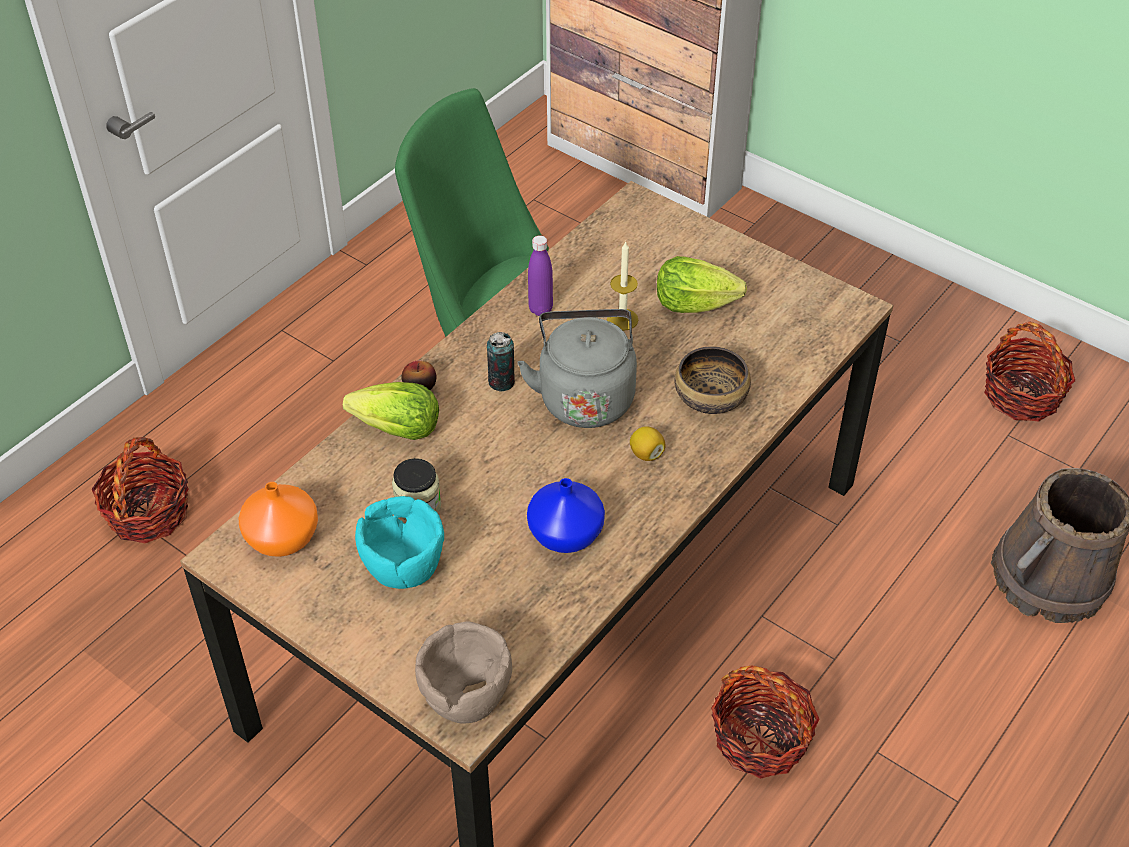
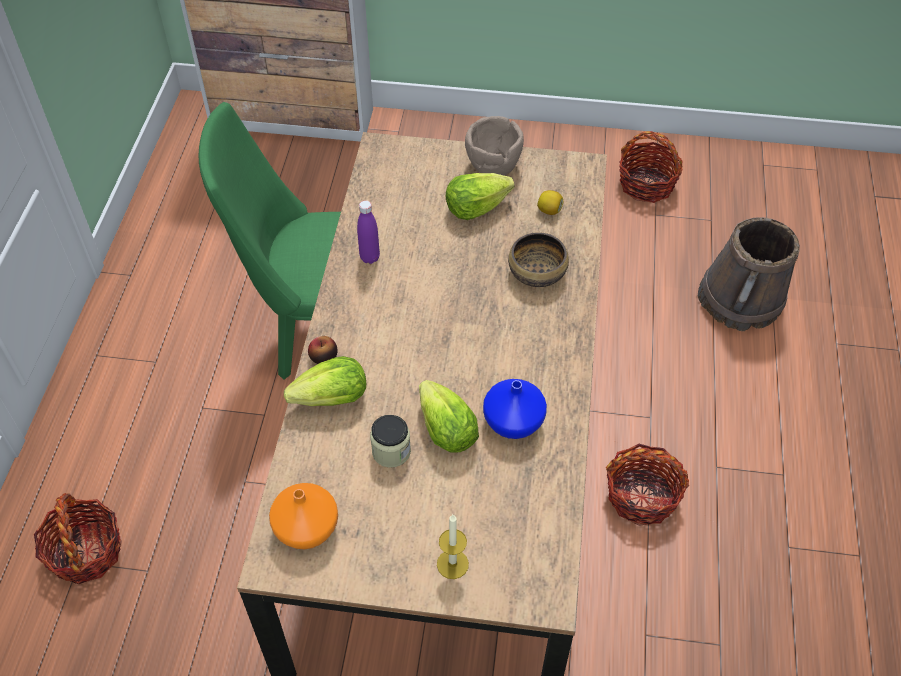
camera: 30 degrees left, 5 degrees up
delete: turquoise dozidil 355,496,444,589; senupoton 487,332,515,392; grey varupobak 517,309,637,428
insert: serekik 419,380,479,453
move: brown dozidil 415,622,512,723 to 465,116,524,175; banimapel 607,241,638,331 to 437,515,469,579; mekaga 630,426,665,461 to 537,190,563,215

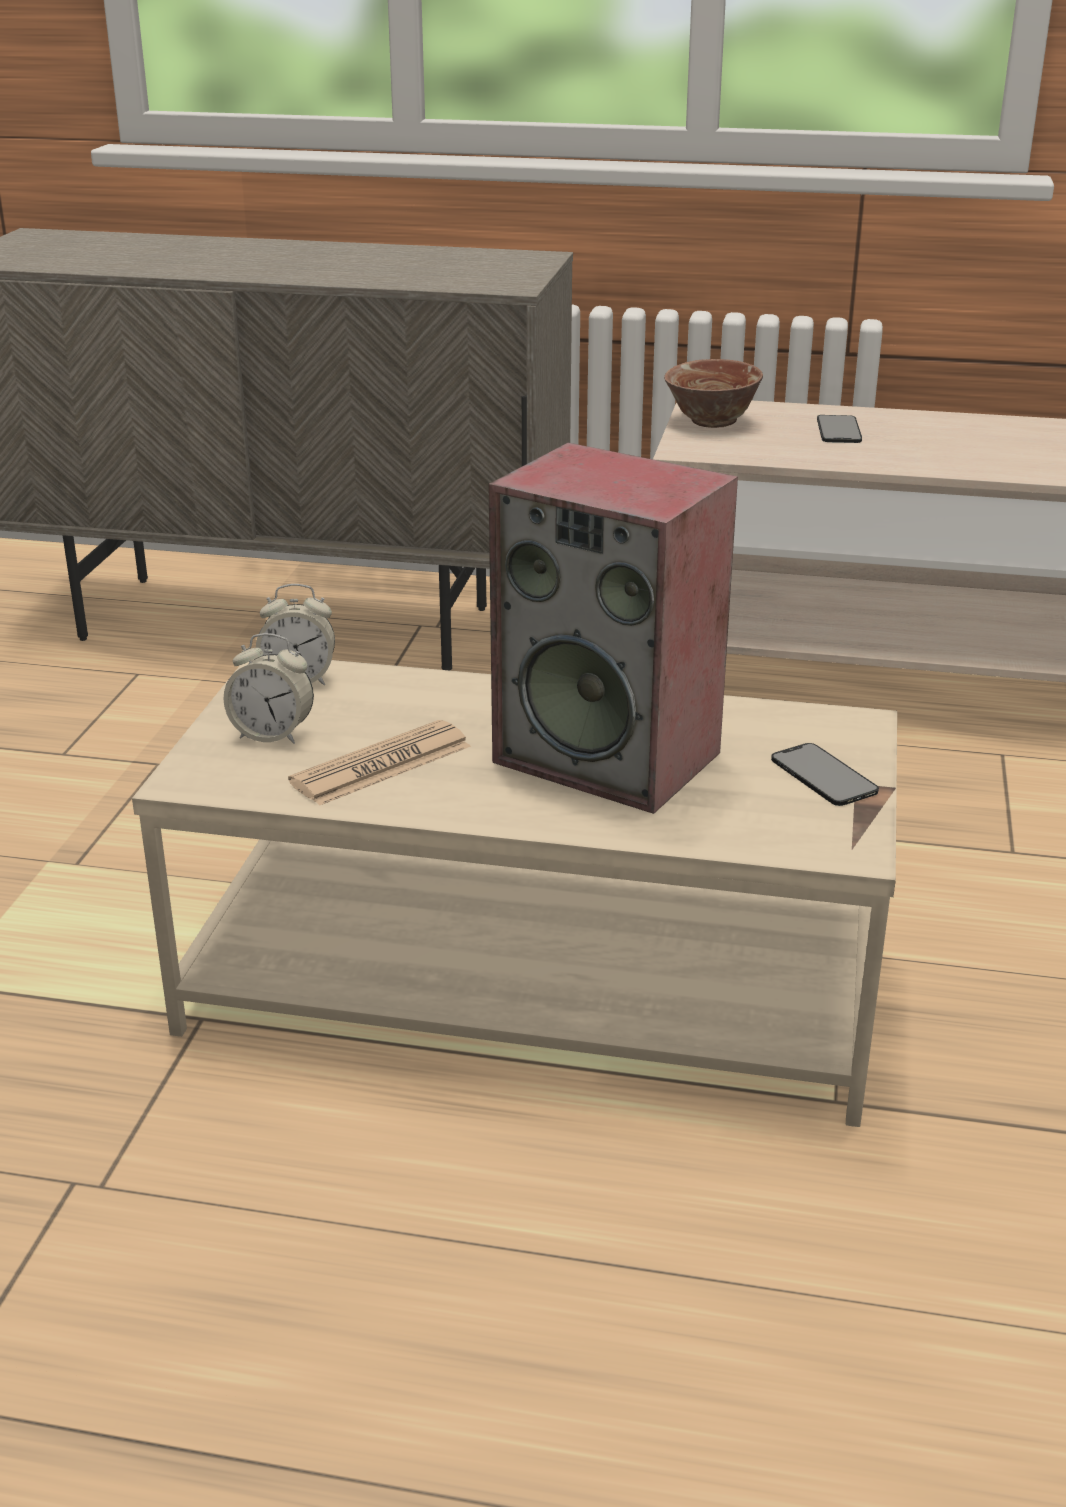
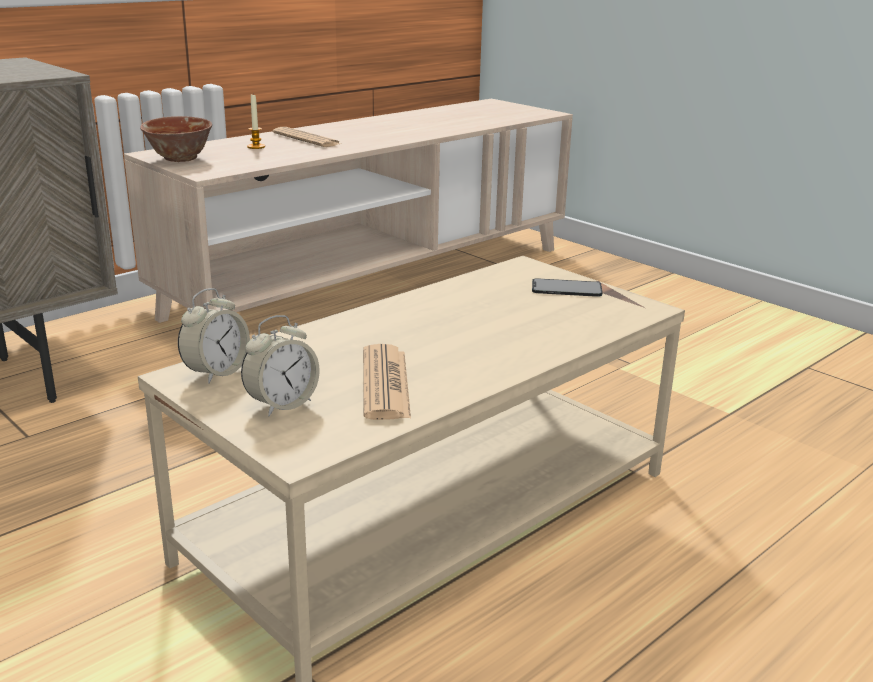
camera: 55 degrees left, 5 degrees down
delete: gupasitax 489,443,738,814
insert: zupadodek 273,127,341,147
replace: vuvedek 817,415,862,443 to banimapel 247,95,265,149

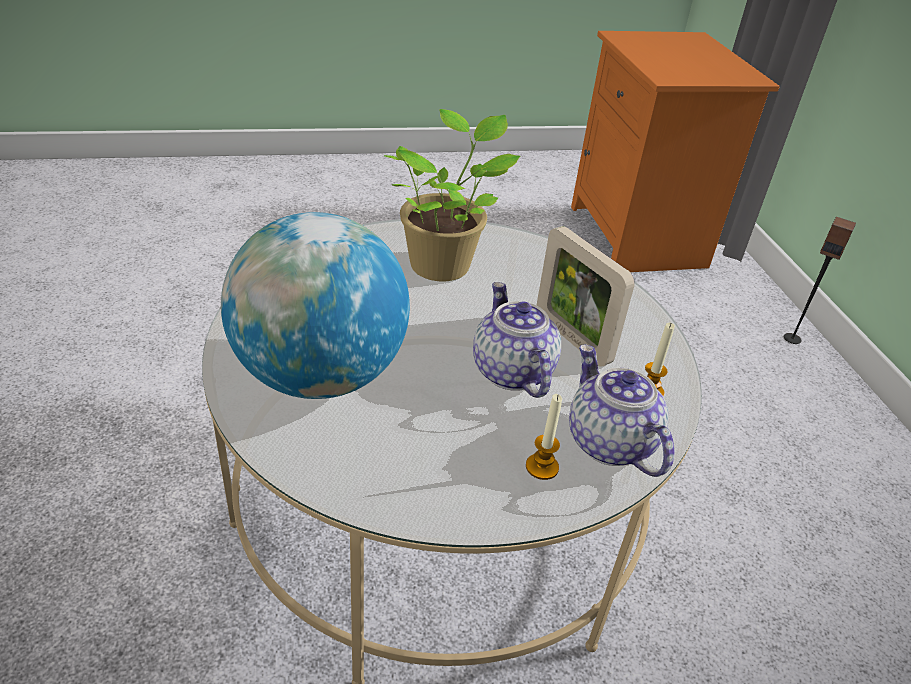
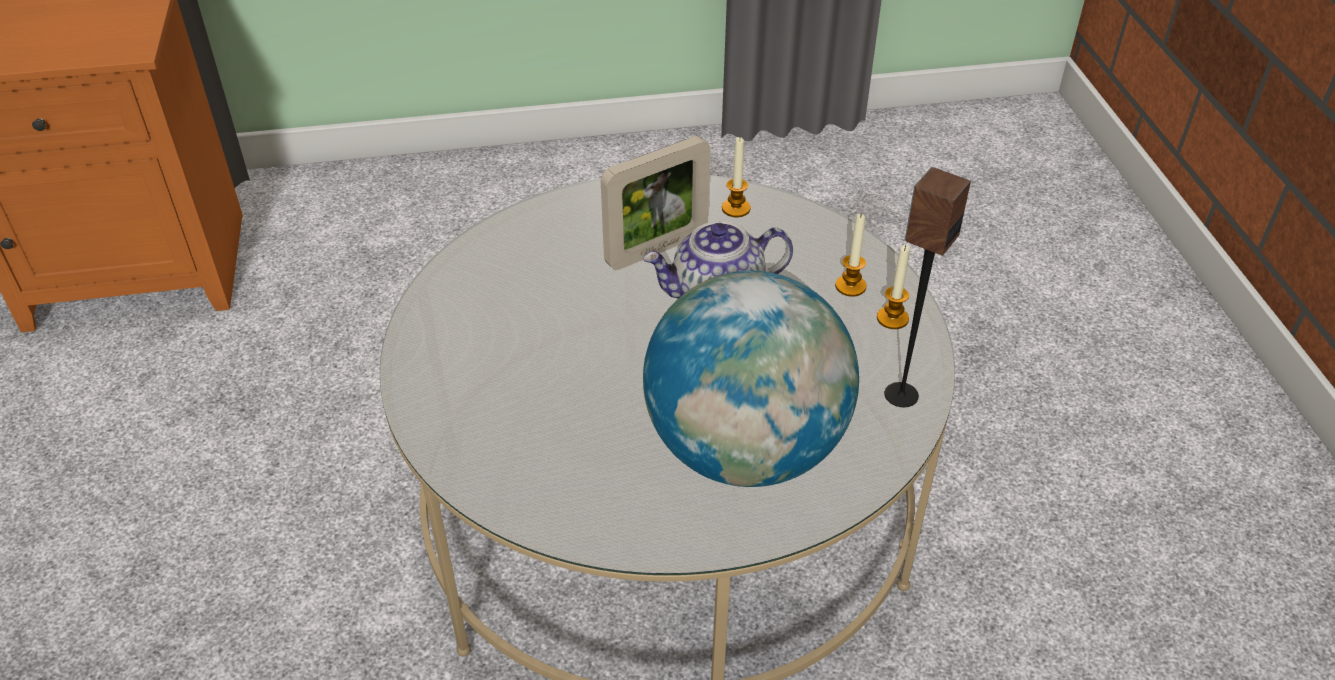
camera: 85 degrees left, 5 degrees up
delete: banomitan 384,109,521,281; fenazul 569,344,675,477
insert: banimapel 877,245,910,329
move: gupasitax 784,217,856,344 to 884,167,971,407

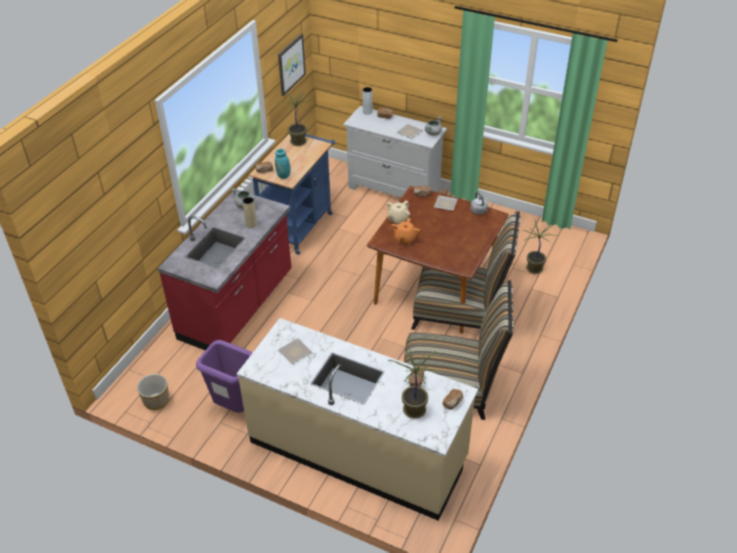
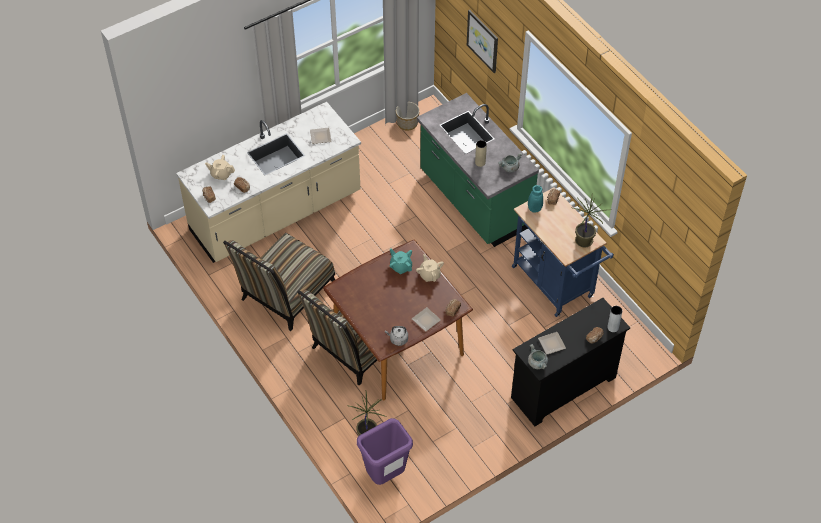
camera: 120 degrees right, 10 degrees up
move: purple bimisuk 196,340,253,413 to 357,418,413,485; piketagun 278,34,306,96 to 467,10,498,73
replace: banomitan 388,349,439,419 to beige fenazul 205,155,235,180
recolor: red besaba 158,189,292,350 to green besaba 417,93,539,247; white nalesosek 343,106,447,198 to black nalesosek 511,298,630,426; orange fenazul 391,218,420,245 to turquoise fenazul 390,249,412,274

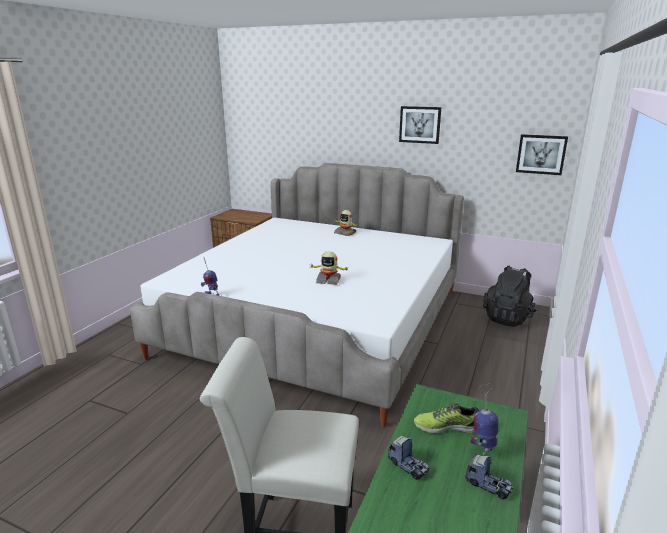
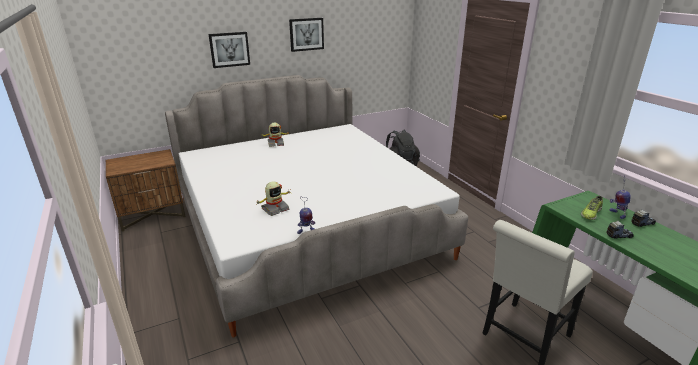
camera: 50 degrees left, 5 degrees up
move: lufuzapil 310,251,349,285 to 257,181,290,216; piketagun 516,134,568,175 to 209,32,250,68

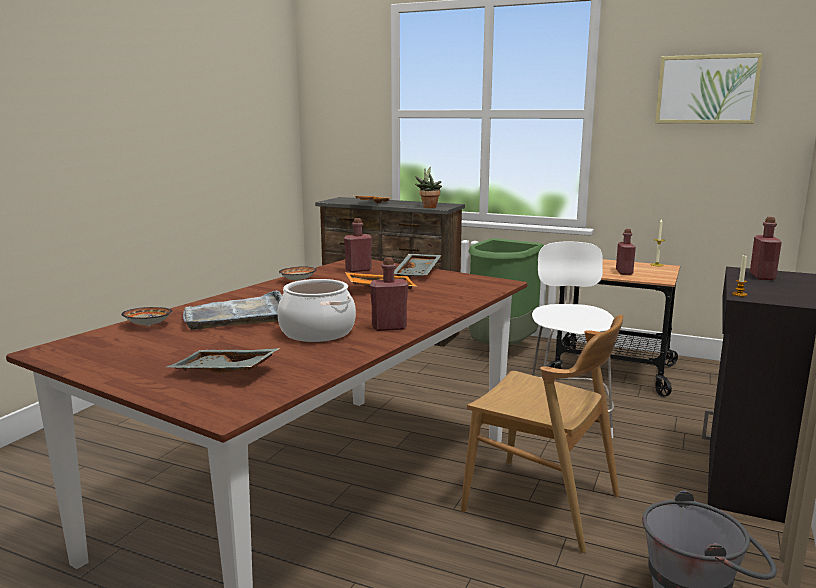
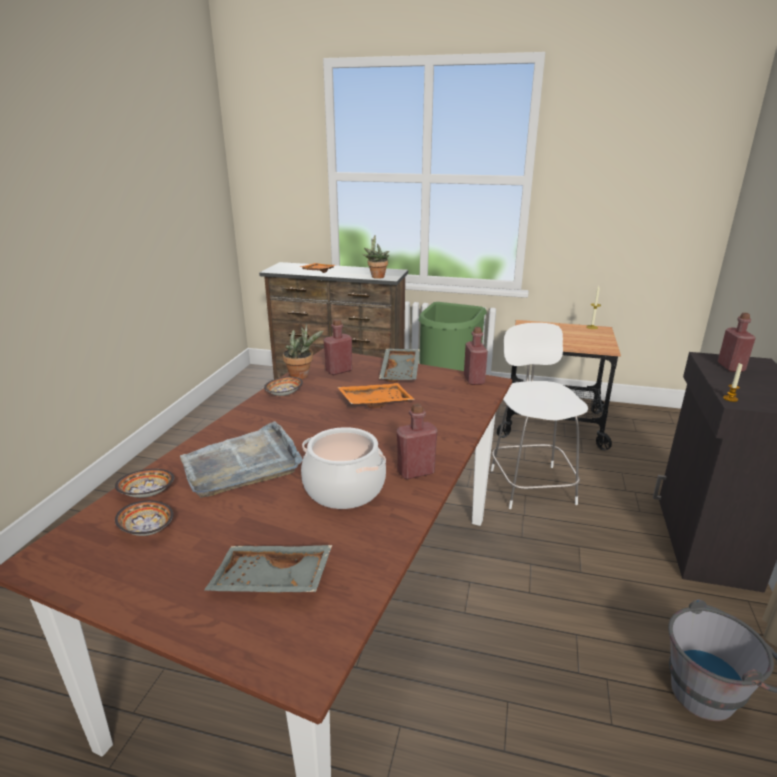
camera: 10 degrees left, 10 degrees up
delete: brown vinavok 461,314,623,553; piketagun 655,53,763,124
insert: dozidil 115,500,173,536; banomitan 283,324,323,379
move: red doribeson 616,229,636,275 to 464,327,488,385

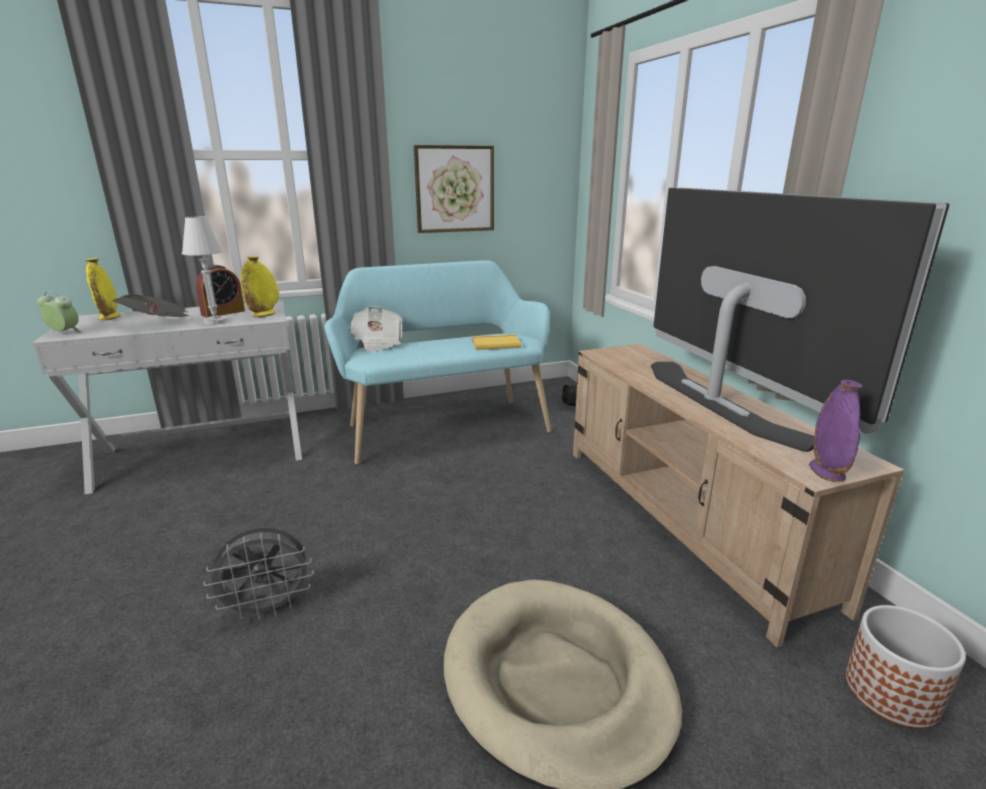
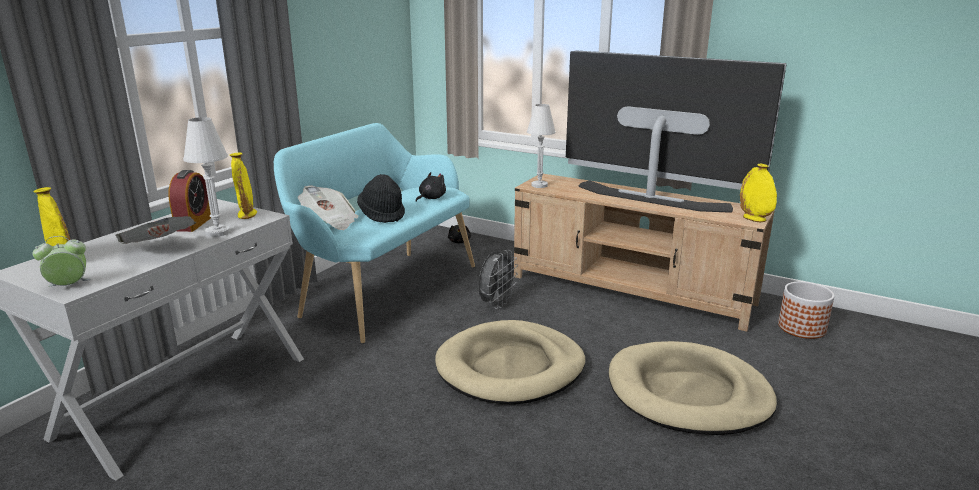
camera: 40 degrees left, 0 degrees up
delete: piketagun 414,145,494,233
insert: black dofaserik 357,174,405,223; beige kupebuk 435,320,586,405; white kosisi 527,104,556,188
move: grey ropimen 204,528,314,620 to 479,250,518,309
replace: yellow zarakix 472,334,521,350 to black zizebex 416,172,446,202
recolor: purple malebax 809,380,863,482 to yellow malebax 740,164,777,222

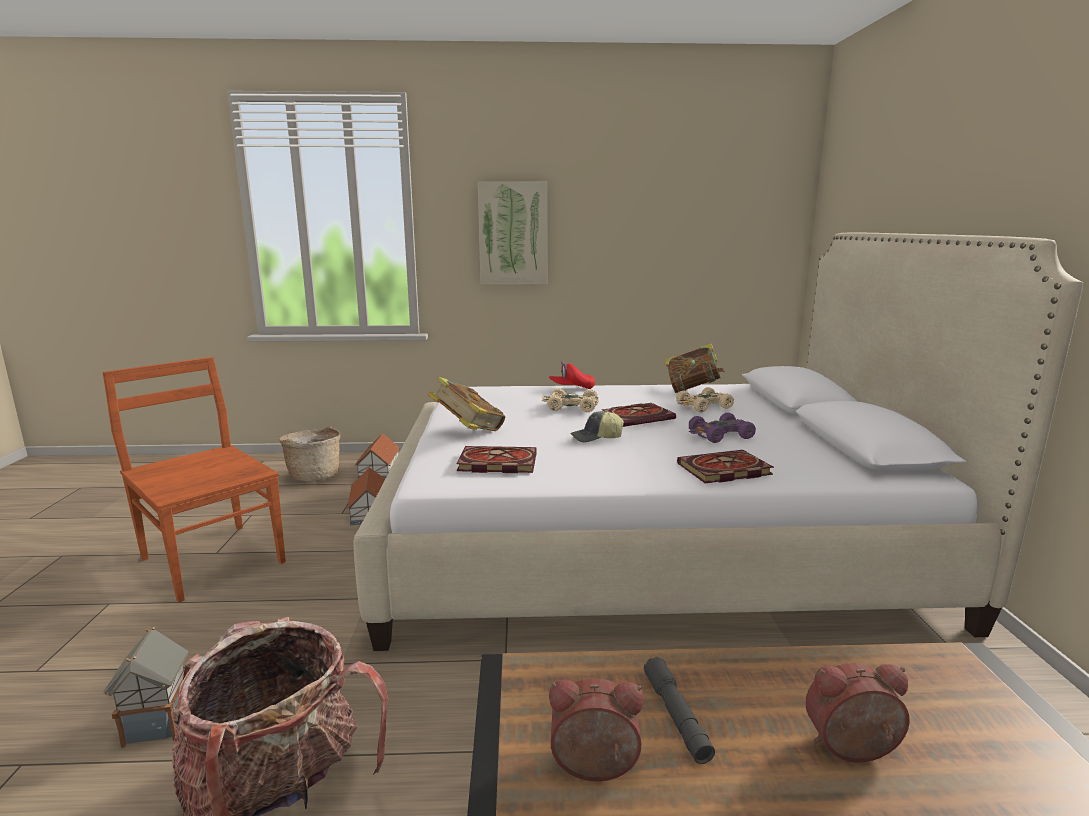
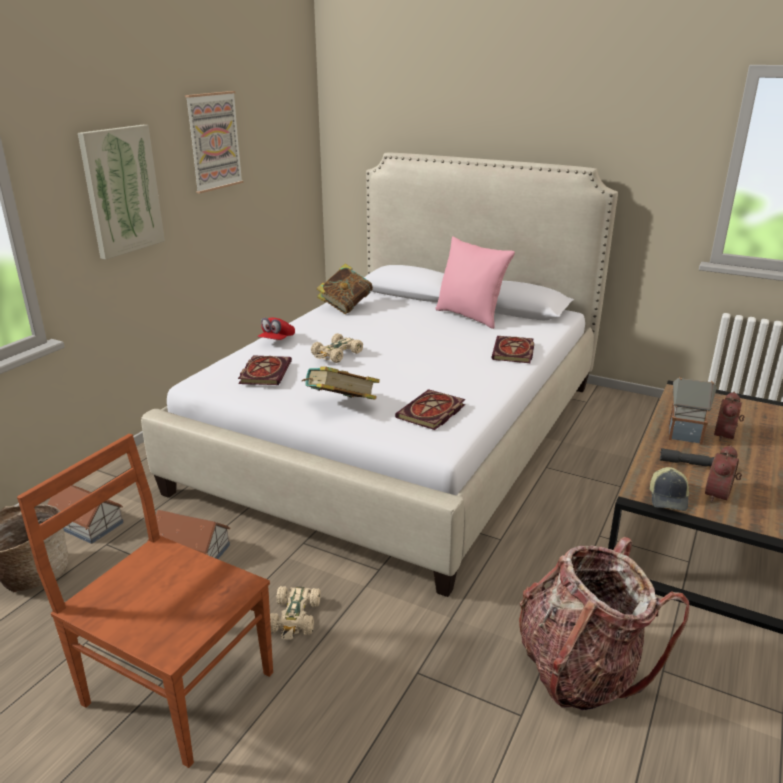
camera: 60 degrees left, 10 degrees up
delete: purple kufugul 689,413,756,443
insert: piketagun 185,91,243,193; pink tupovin 435,236,515,329
move: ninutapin 104,627,189,748 to 669,377,717,445; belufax 570,411,624,443 to 650,467,689,511; zarakix 602,403,676,427 to 238,355,292,385; beige kufugul 676,387,734,413 to 270,586,321,640
rotate: brown vinavok 102,357,286,603 = 17,434,273,768 45 degrees clockwise

